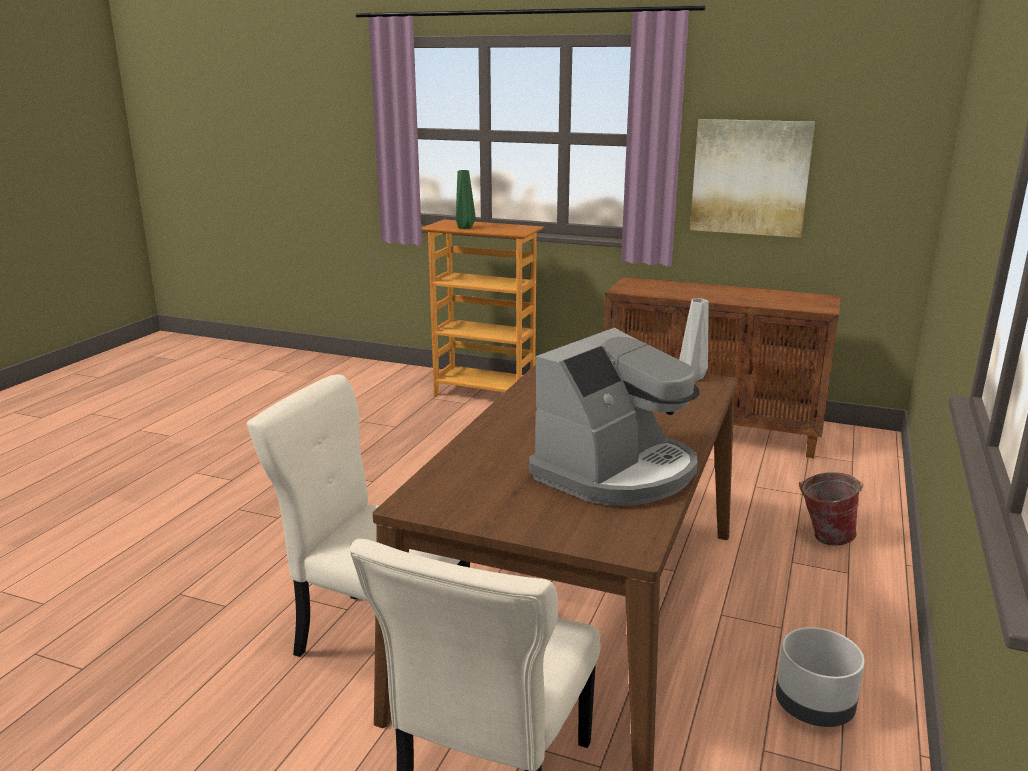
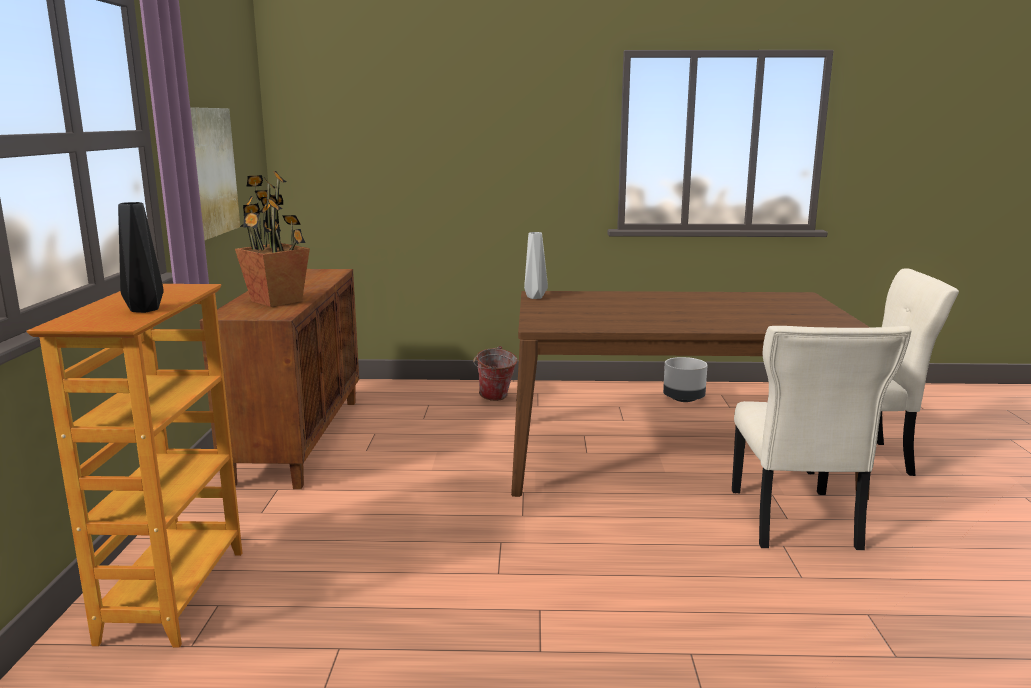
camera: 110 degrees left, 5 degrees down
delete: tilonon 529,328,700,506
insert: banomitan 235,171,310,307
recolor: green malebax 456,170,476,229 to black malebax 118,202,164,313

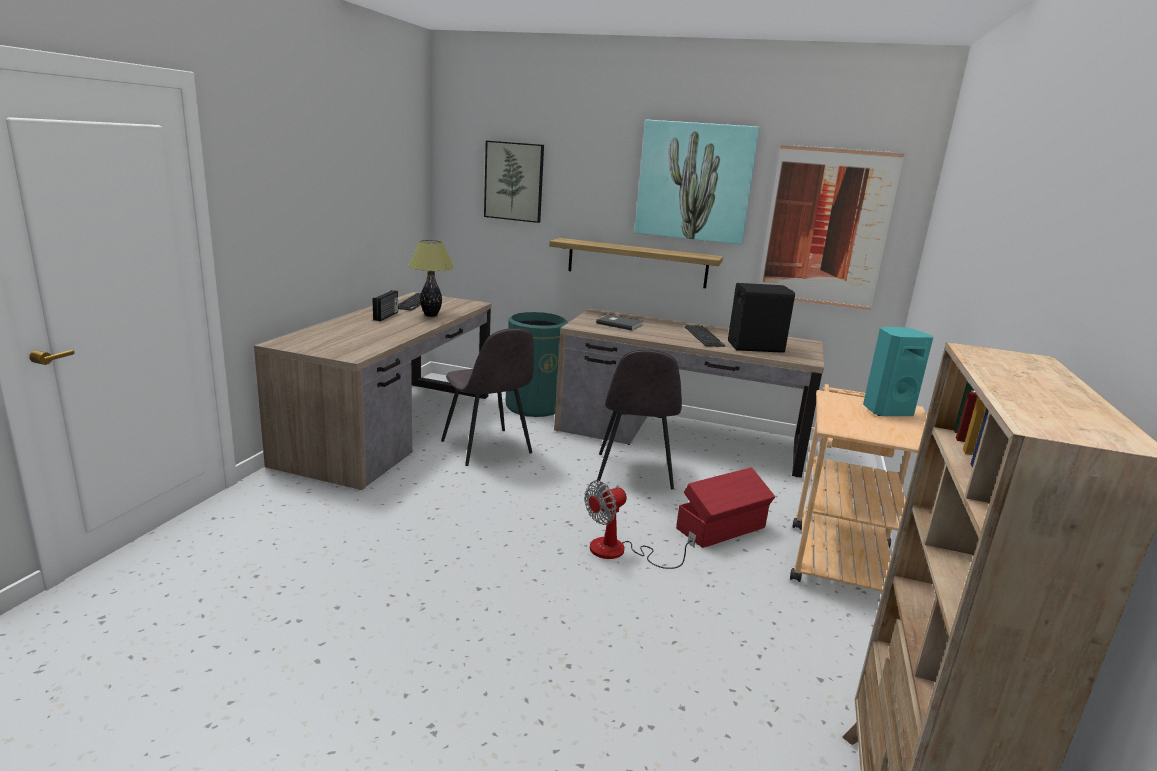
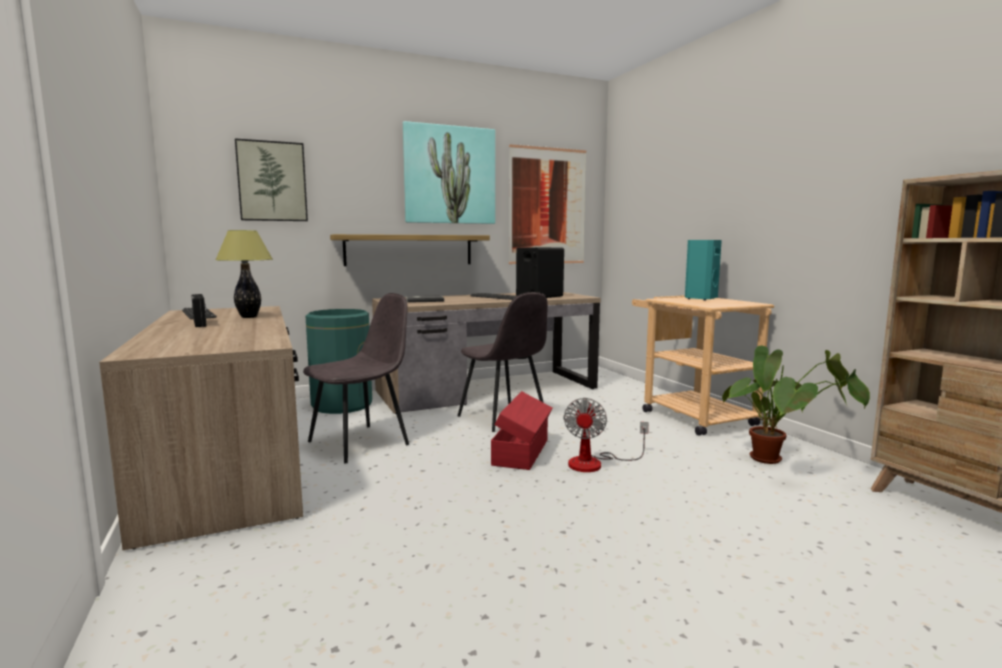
camera: 40 degrees left, 10 degrees down
insert: banomitan 722,346,870,464
move: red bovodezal 676,467,775,548 to 491,391,552,470
rotate: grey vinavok 441,328,534,466 = 303,293,409,463 60 degrees counterclockwise

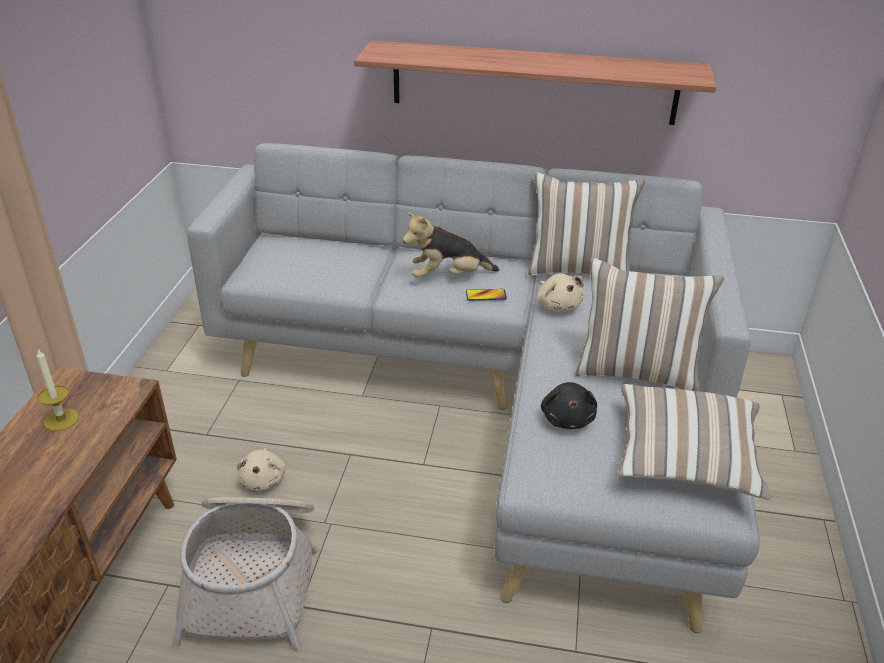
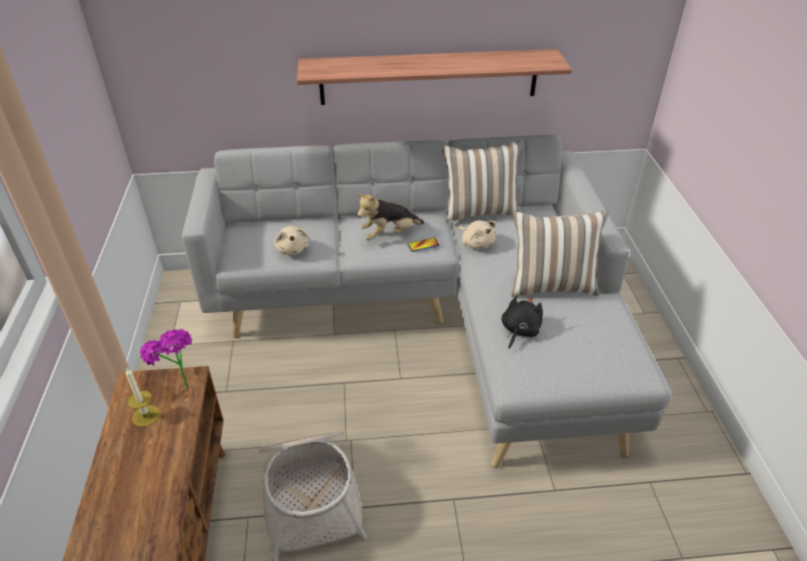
camera: 15 degrees left, 5 degrees up
delete: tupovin 618,384,771,500
insert: banomitan 140,329,192,389
move: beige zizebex 237,448,286,490 to 274,226,309,255
rotate: black zizebex 541,382,597,429 = 501,294,543,349 135 degrees counterclockwise

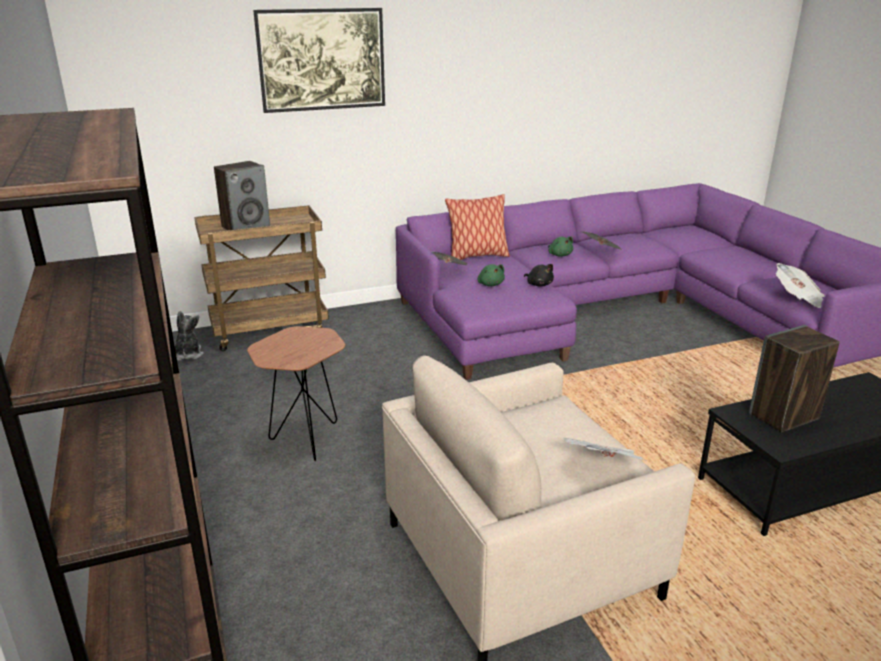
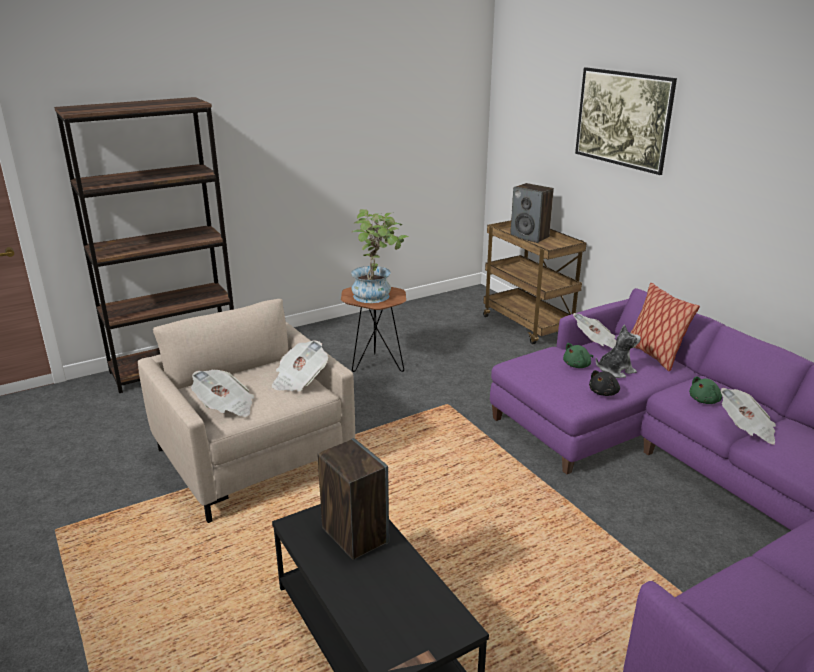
camera: 80 degrees right, 0 degrees up
insert: banomitan 351,209,409,303
move: zizebex 175,311,204,360 to 596,324,641,378; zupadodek 776,263,825,308 to 271,341,328,392

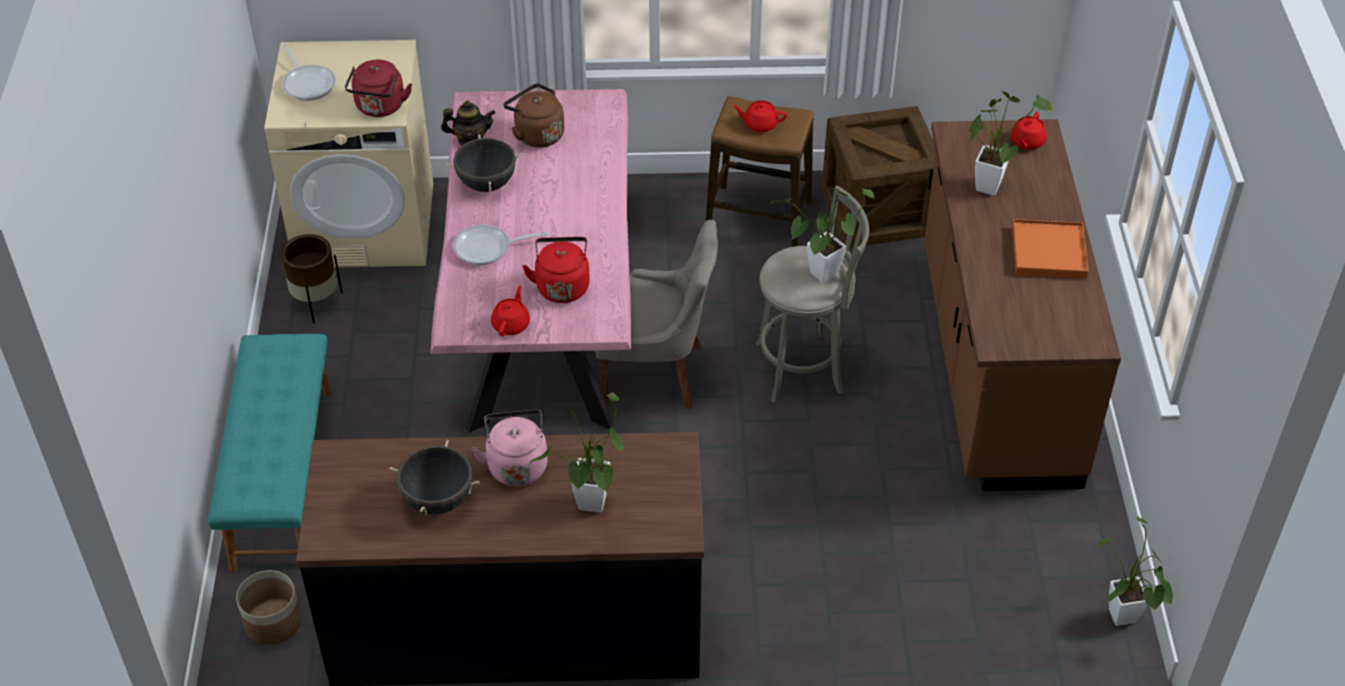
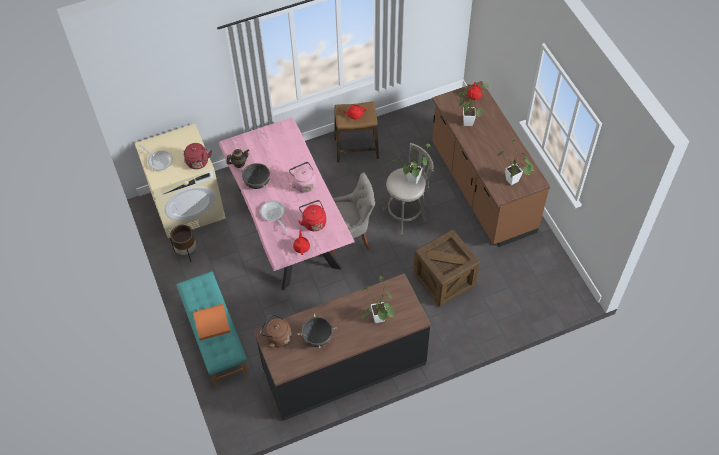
camera: 20 degrees left, 10 degrees up
delete: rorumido 236,570,302,645
move: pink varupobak 472,410,548,487 to 289,162,316,193; brown varupobak 504,83,564,148 to 260,314,292,348; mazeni 822,106,936,248 to 413,230,480,307; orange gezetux 1012,219,1089,279 to 193,304,230,341; banomitan 1097,516,1173,626 to 497,139,533,185
rotate: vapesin 453,224,548,265 = 260,200,287,231 90 degrees clockwise

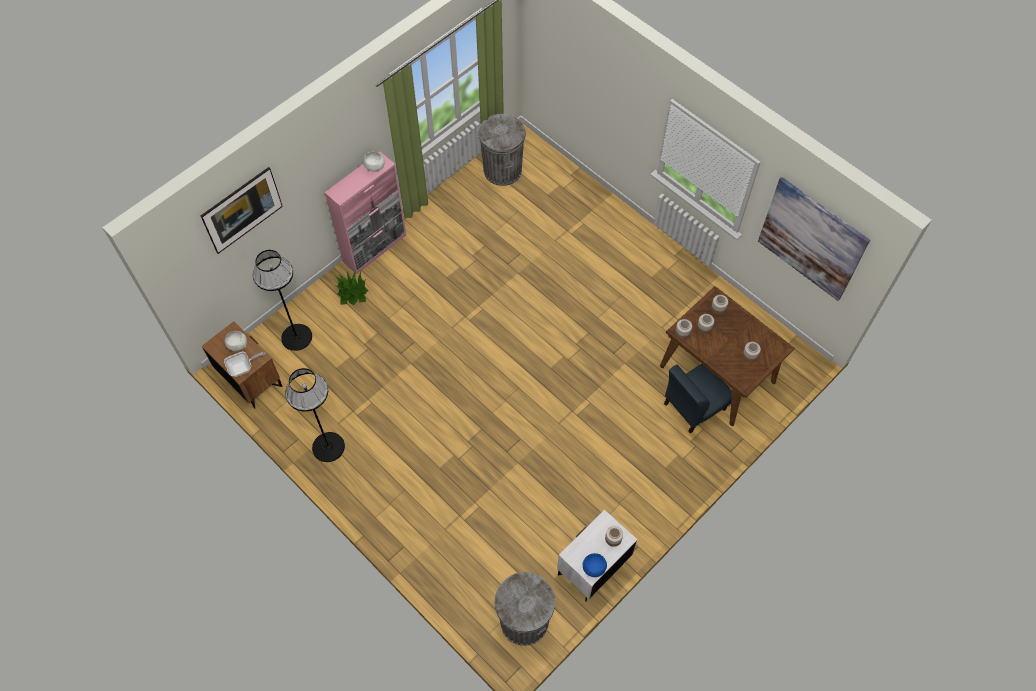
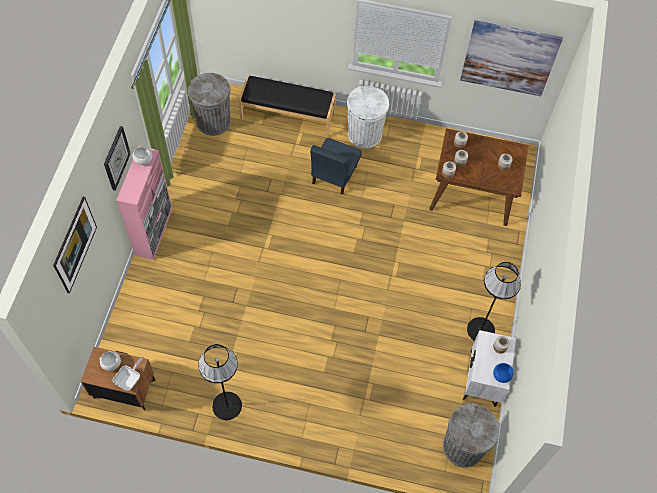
camera: 35 degrees left, 0 degrees up
delete: banomitan 335,270,368,305
insert: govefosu 104,126,131,191; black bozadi 239,76,336,138; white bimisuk 347,86,389,149
move: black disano 253,250,312,351 to 467,262,521,341; blue vinavok 664,364,732,434 to 310,138,362,195

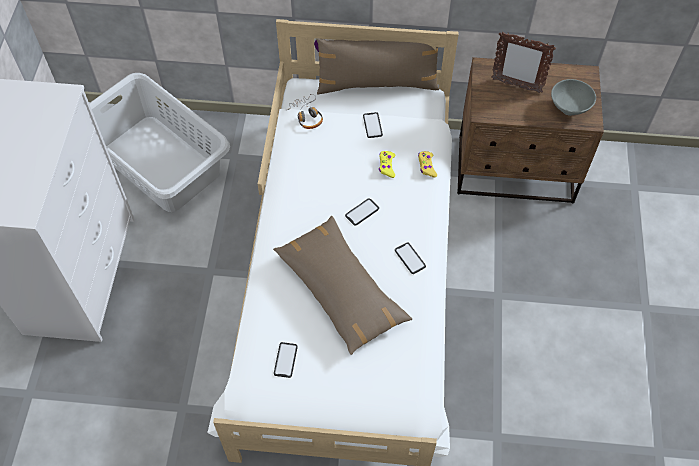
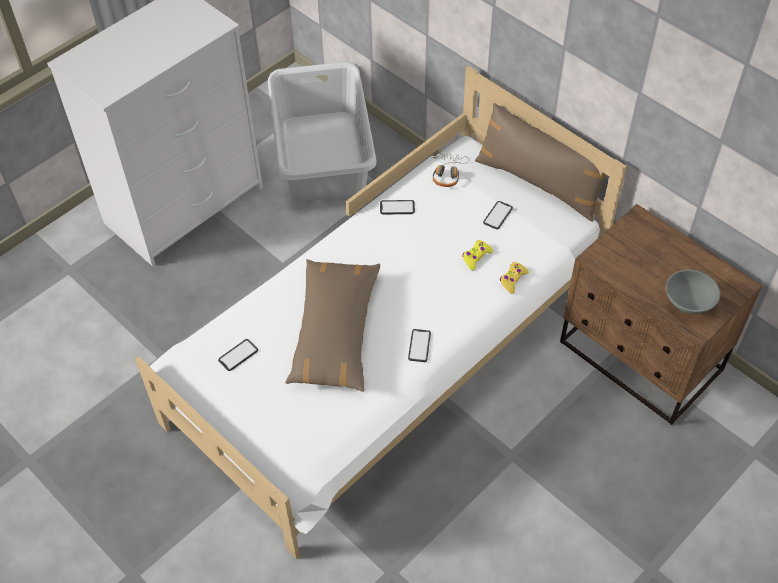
camera: 40 degrees right, 5 degrees down
delete: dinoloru 491,32,556,93
move: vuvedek 345,198,379,226 to 380,200,415,214

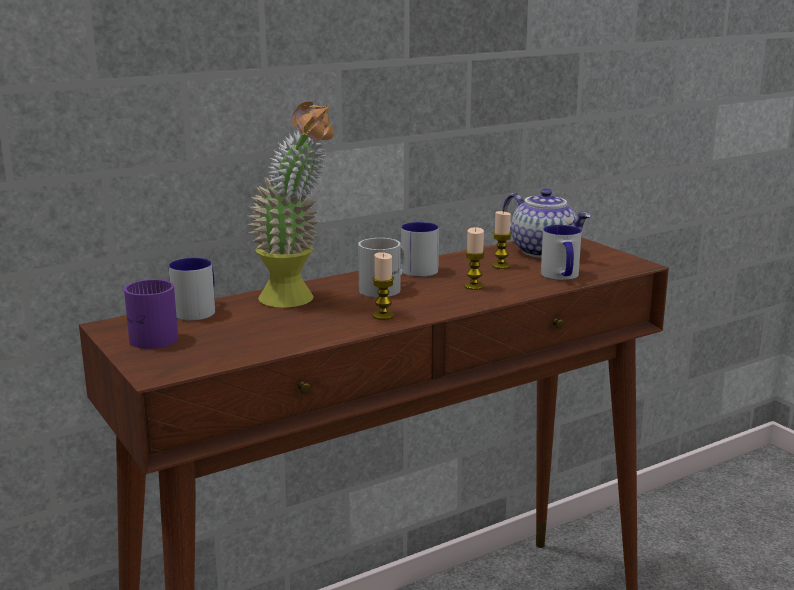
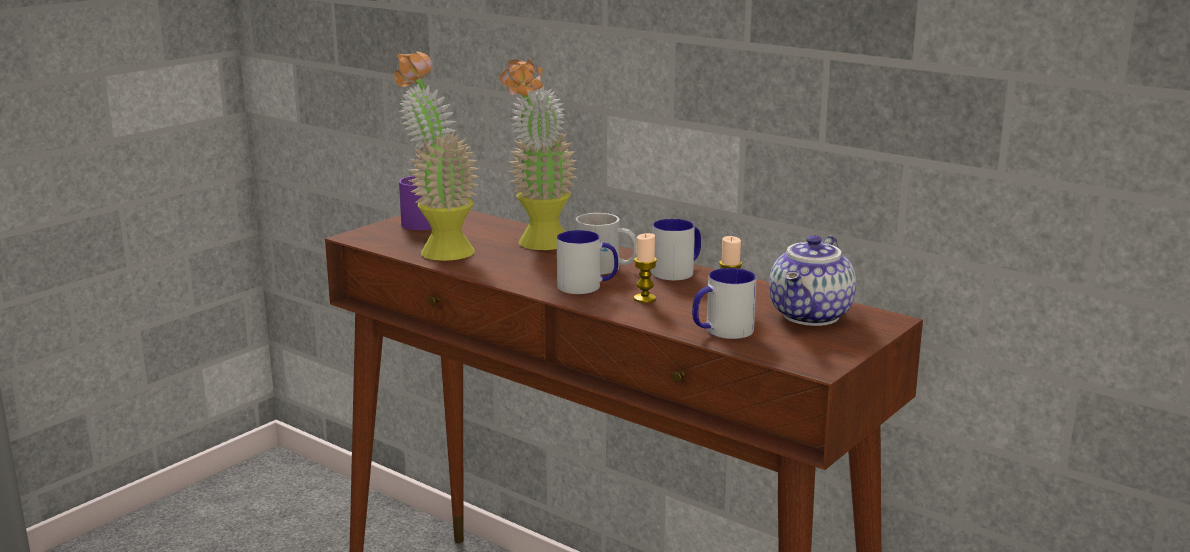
camera: 70 degrees right, 0 degrees up
delete: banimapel 372,252,394,320
insert: banomitan 394,52,480,261
move: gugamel 169,258,215,321 to 557,230,618,294

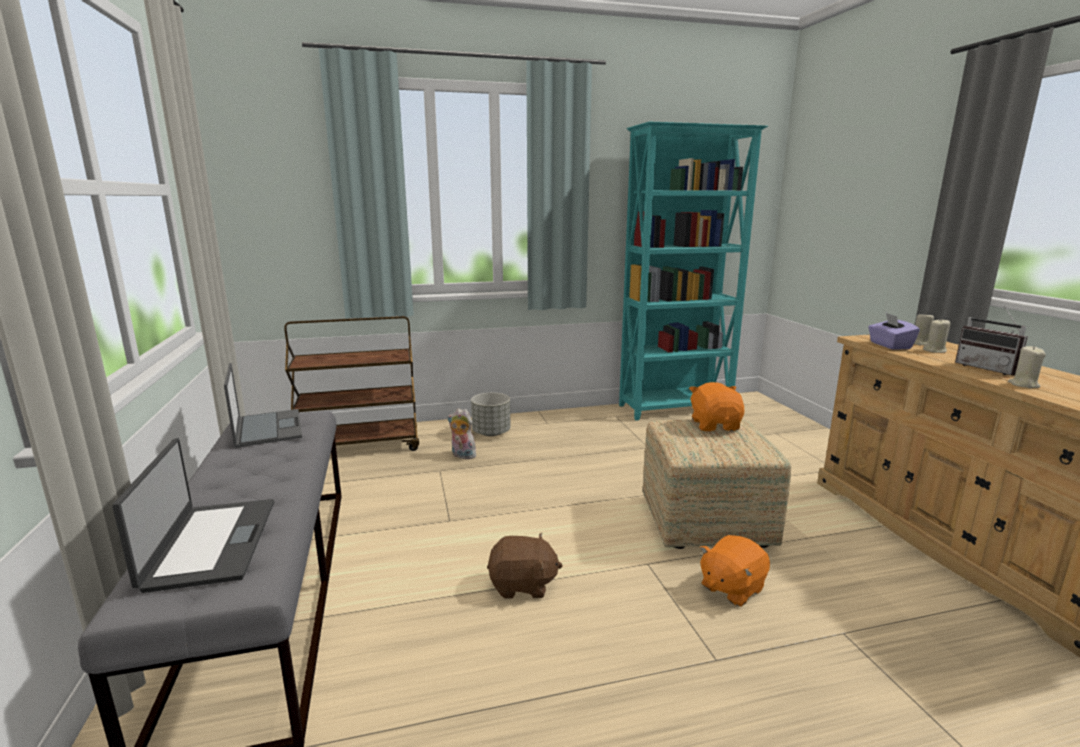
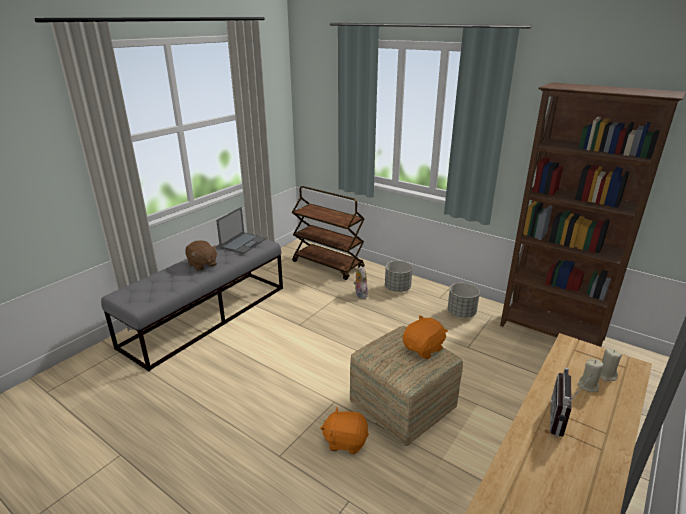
camera: 50 degrees right, 10 degrees up
delete: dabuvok 112,438,274,593; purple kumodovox 868,313,920,350; beige banimapel 1008,346,1046,388
insert: grey rorumido 448,283,480,318
move: brown zizebex 487,533,563,599 to 185,240,217,271
recolor: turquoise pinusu 619,122,768,421 to brown pinusu 500,82,686,347

